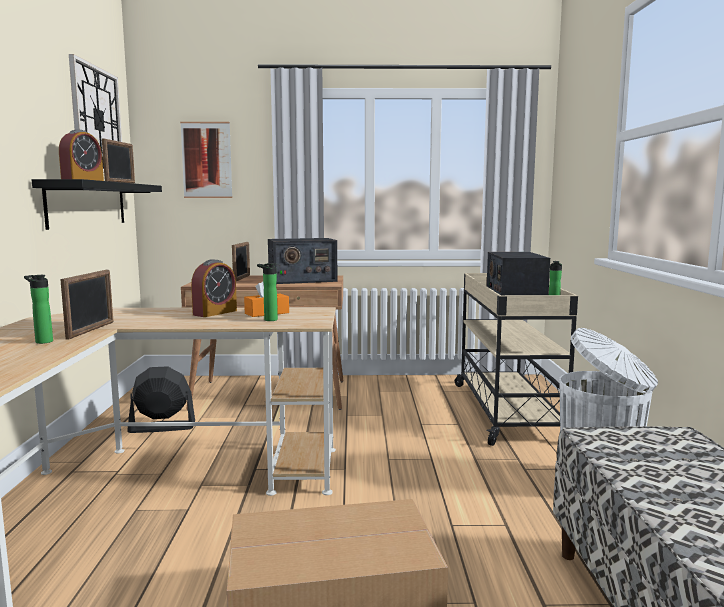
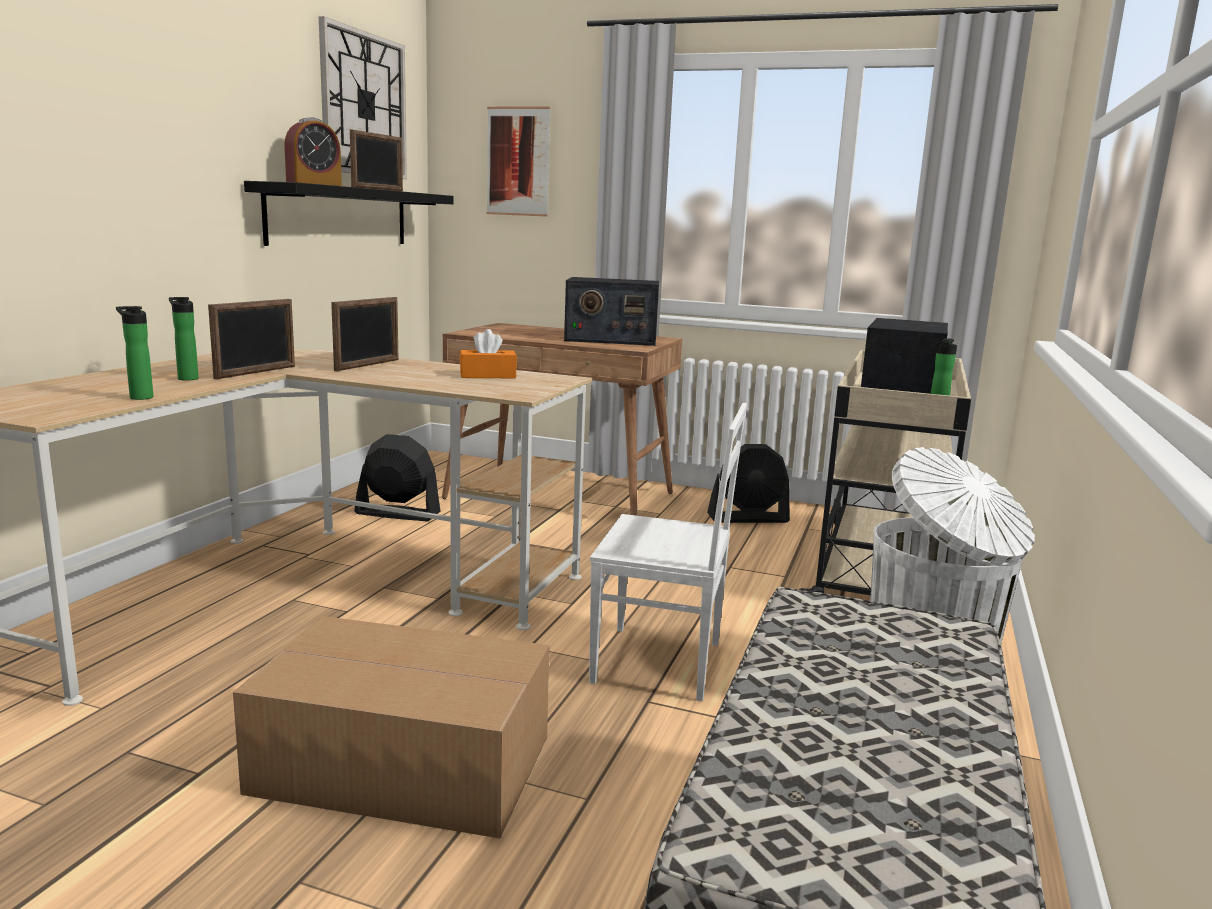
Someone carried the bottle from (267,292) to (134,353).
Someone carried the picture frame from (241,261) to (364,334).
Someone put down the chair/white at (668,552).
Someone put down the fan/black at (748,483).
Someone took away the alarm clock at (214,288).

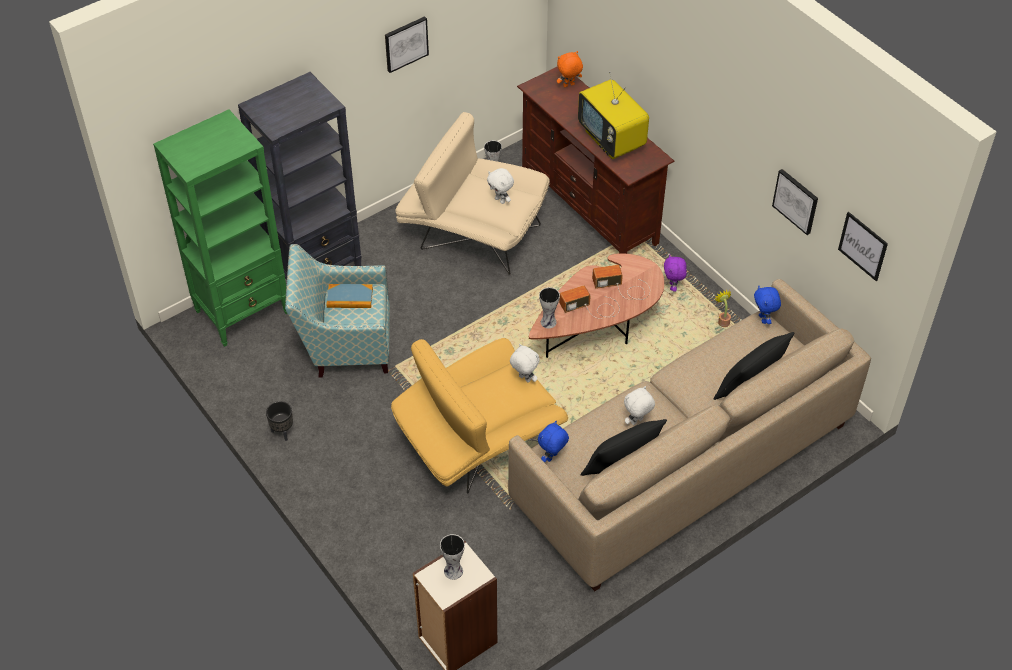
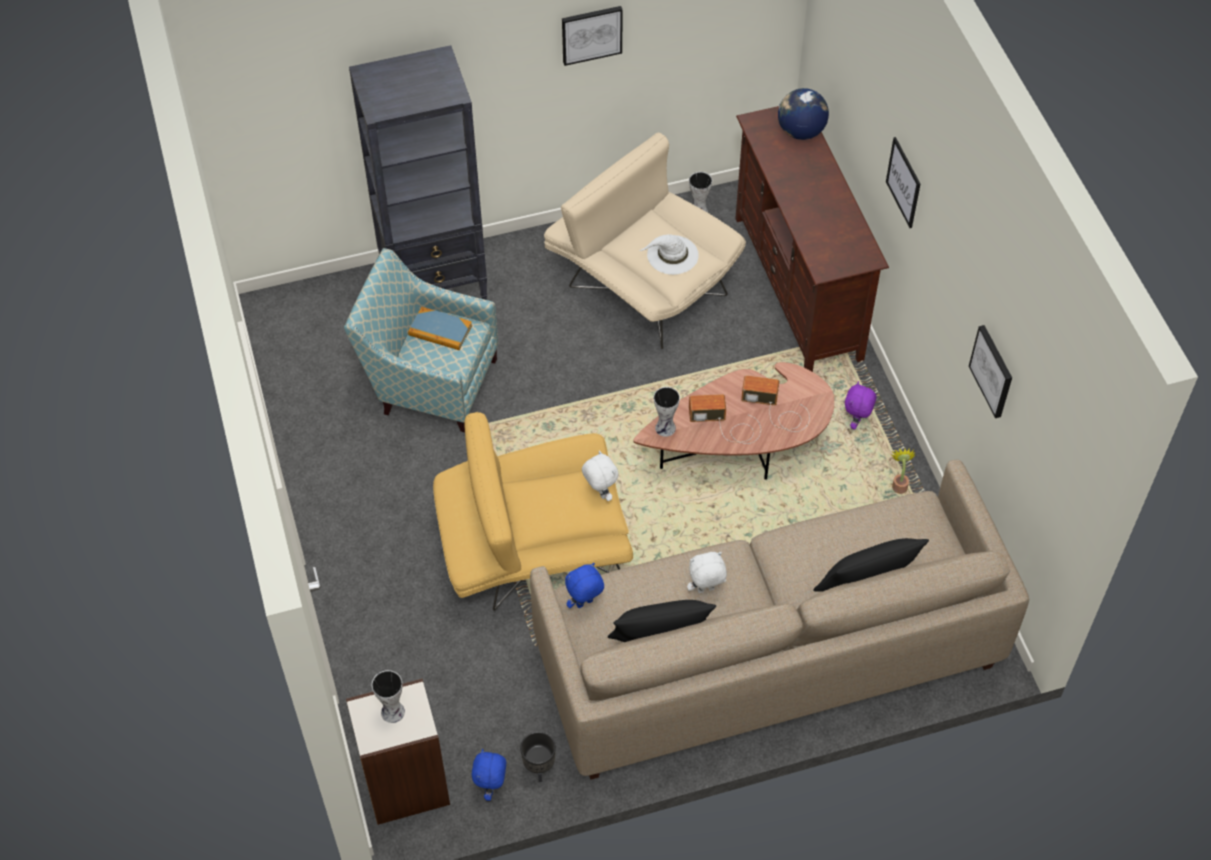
Someone carried the plush toy/blue from (767,305) to (489,775).
Someone carried the planter/black from (279,421) to (538,757).
Someone swapped the plush toy/white at (500,186) for the hat/white at (669,254).
Someone swapped the plush toy/orange at (570,69) for the globe at (803,114).
Someone carried the picture from (863,246) to (903,182).
Someone took away the bookcase/green at (220,228).
Someone took away the television at (613,115).

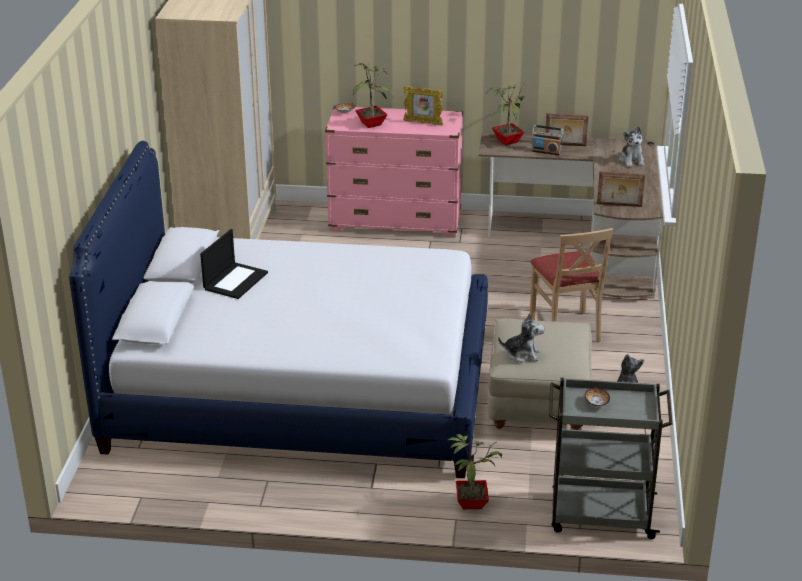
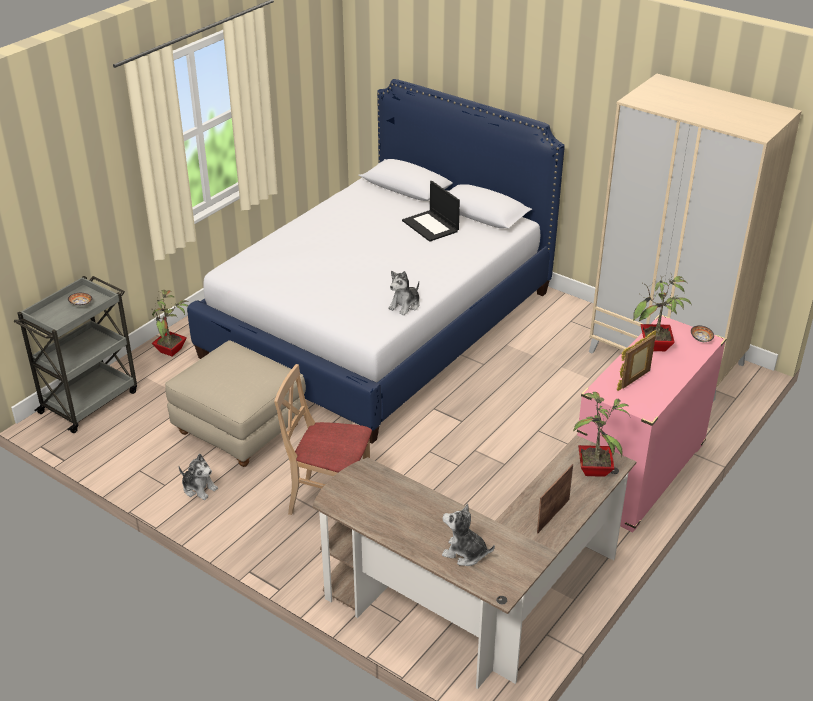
Someone carried the plush toy from (521,338) to (404,293).
Someone took away the radio at (548,140).
Someone took away the picture frame at (621,189).

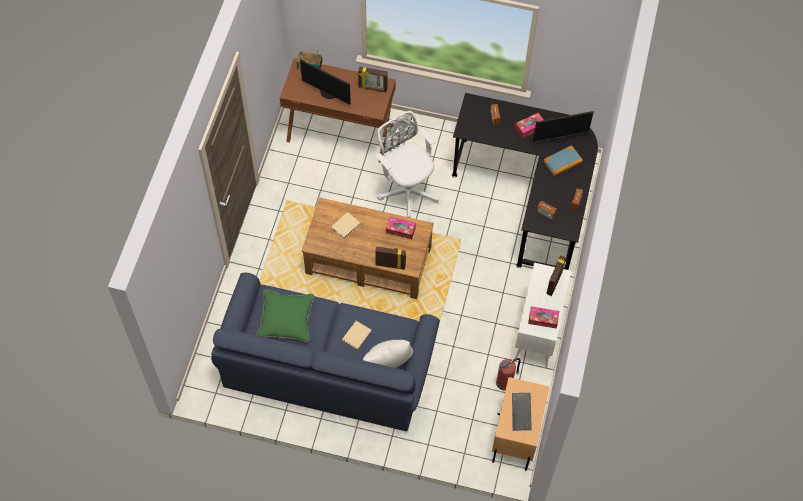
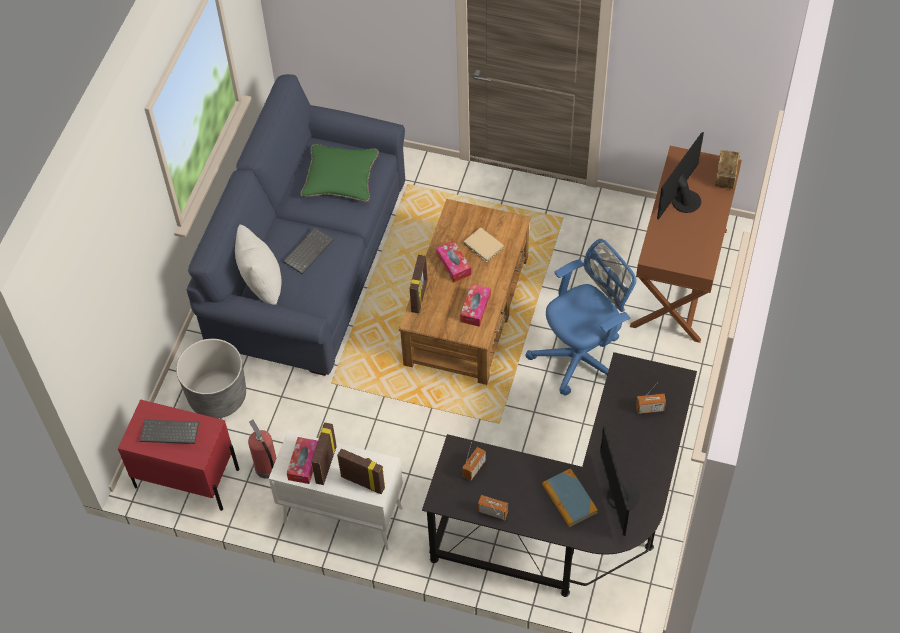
Someone repainted the nightstand/beige at (520,424), which became the nightstand/red at (179,455).
Someone put down the planter/grey at (211,378).
Someone swapped the book/beige at (357,335) for the keyboard at (308,250).
Someone carried the picture frame from (372,79) to (324,453).
Someone carried the tissue box from (529,125) to (453,261).
Someone repainted the office chair/white at (407,164), which became the office chair/blue at (581,317).

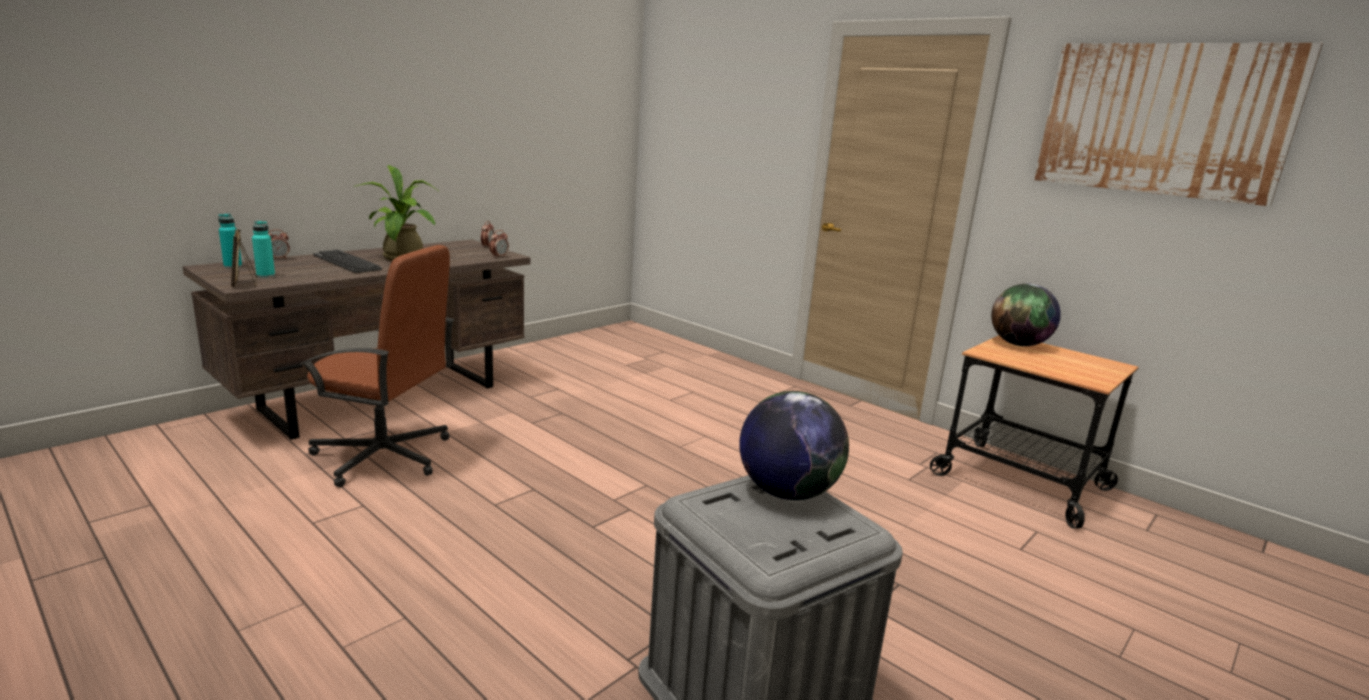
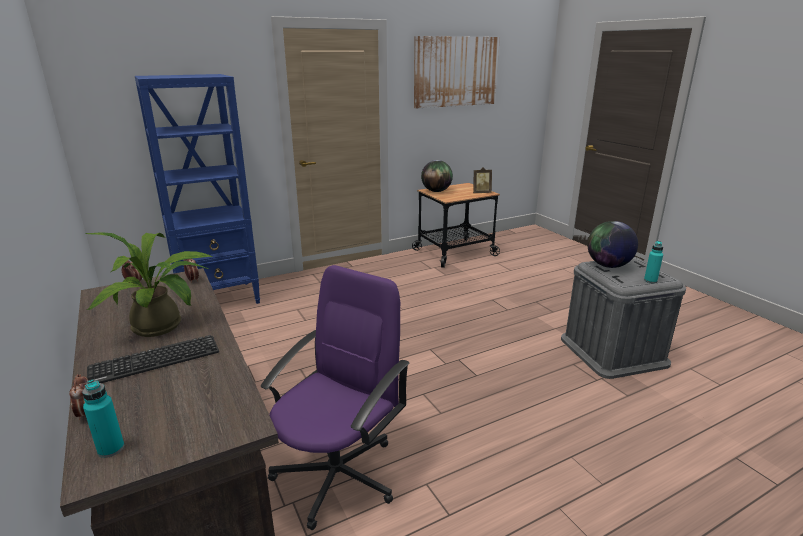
Someone put down the bookcase/blue at (197,189).
Someone repainted the office chair/brown at (377,366), which became the office chair/purple at (335,397).
Someone carried the picture frame from (244,257) to (482,180).
Someone carried the bottle/turquoise from (263,249) to (653,262).

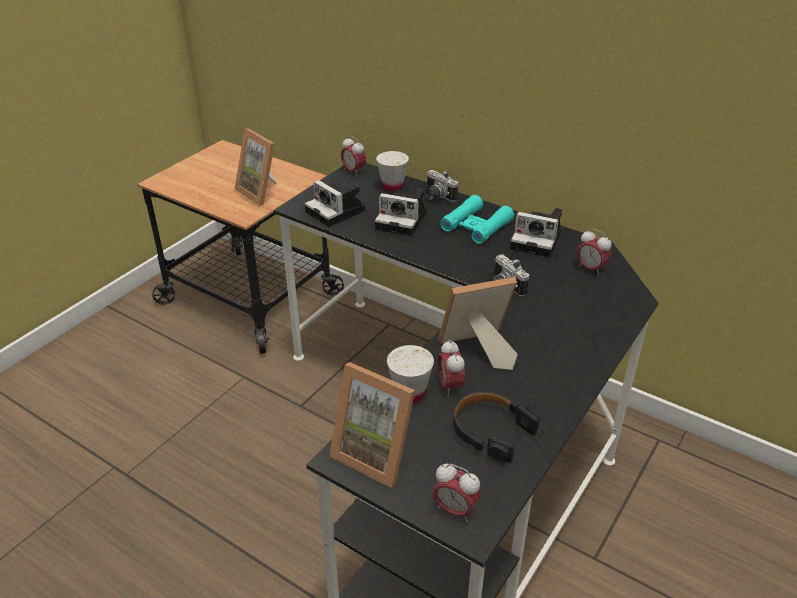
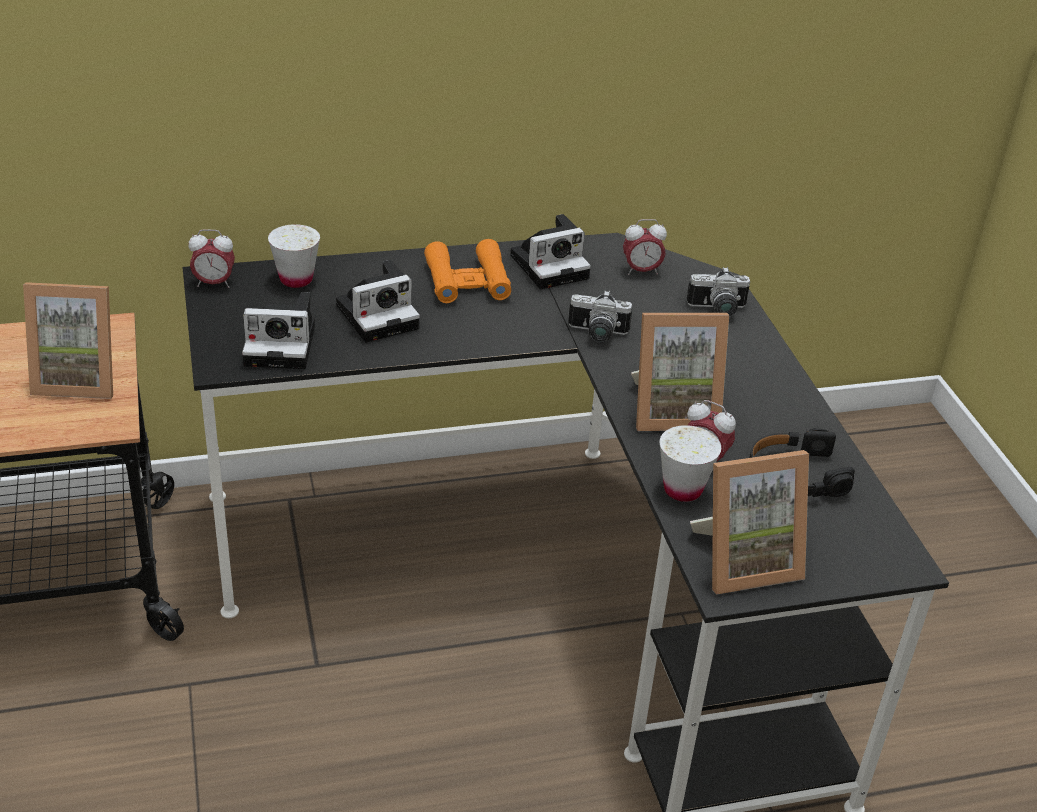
Someone repainted the binoculars/turquoise at (477,219), which became the binoculars/orange at (467,271).
Someone rotated the picture frame at (477,323) by 120 degrees counterclockwise.
Someone carried the photo camera from (442,186) to (718,292).
Someone took away the alarm clock at (457,493).

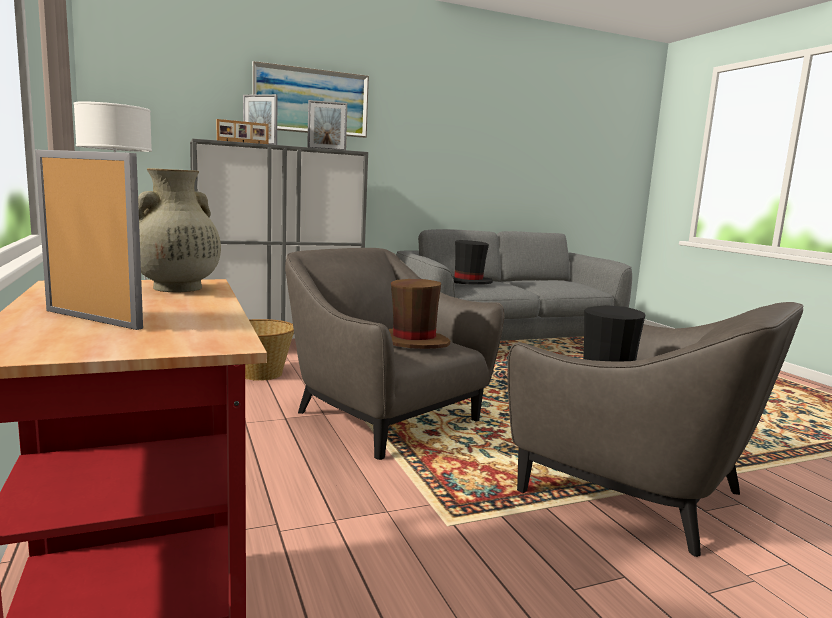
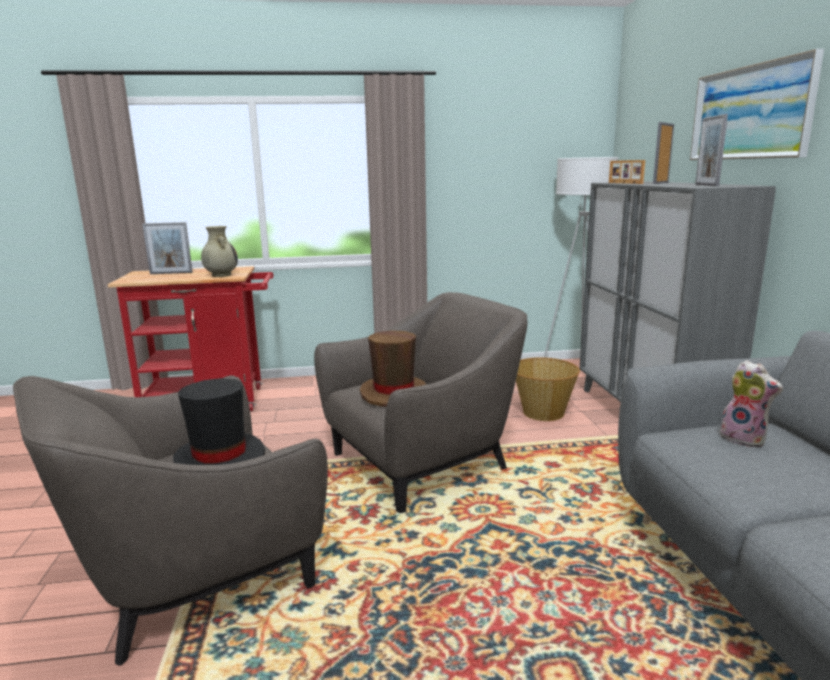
Someone rotated the picture frame at (89,240) by 45 degrees clockwise.
Someone swapped the hat/black at (473,262) for the plush toy at (751,403).

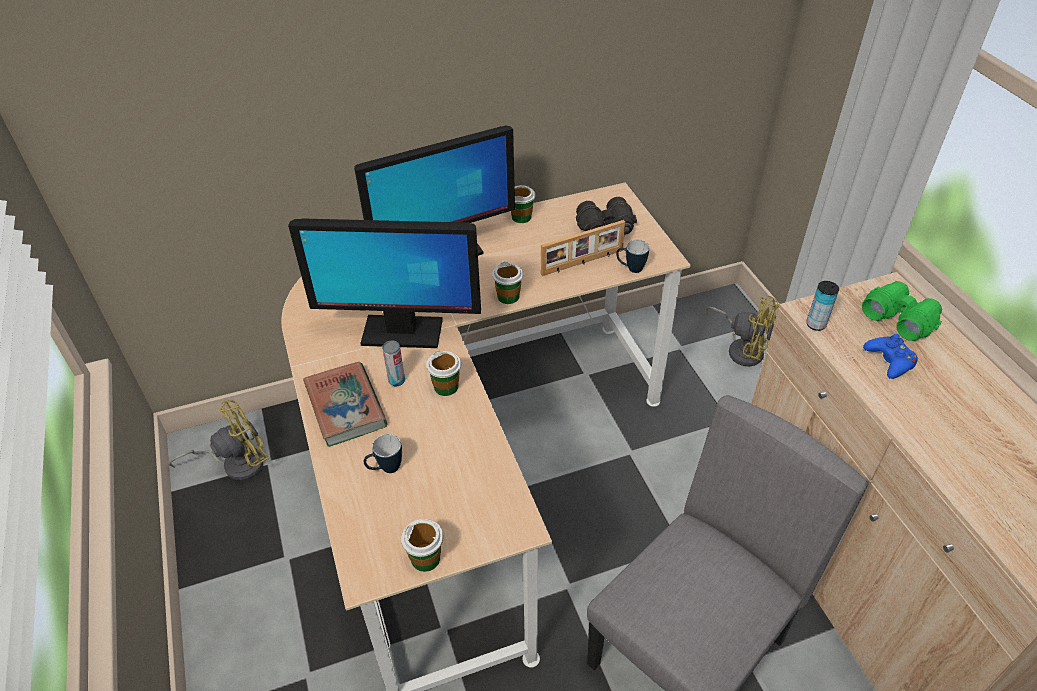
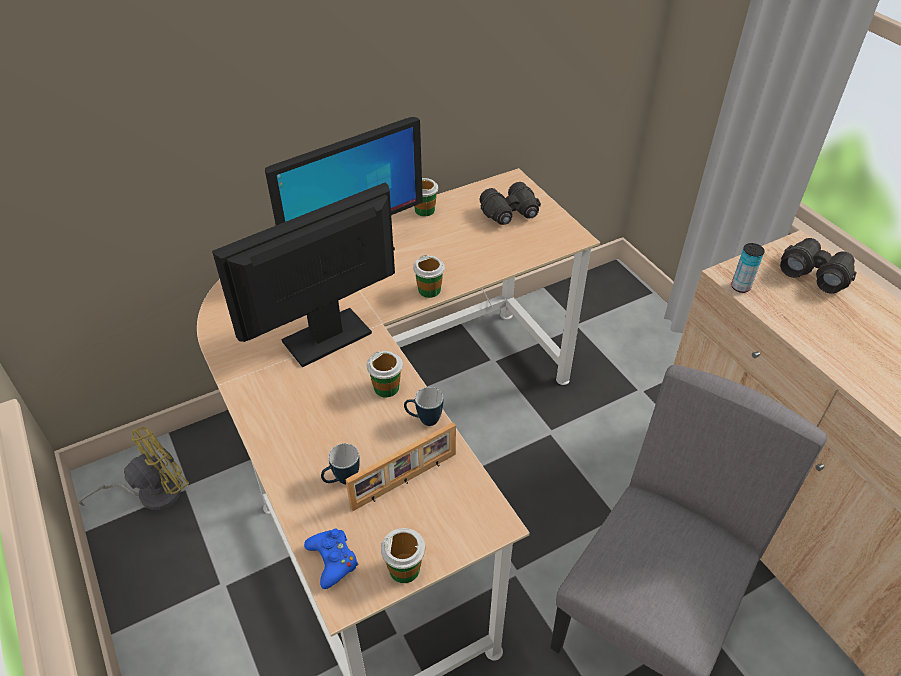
Someone rotated the monitor at (384,283) by 150 degrees clockwise.
Someone carried the game controller/blue from (890,356) to (331,559).
Someone carried the picture frame from (583,248) to (400,466).
Someone carried the mug from (632,256) to (423,406).
Someone repainted the binoculars/green at (902,311), which became the binoculars/black at (818,265).
Someone took away the book at (345,404).
Someone took away the can at (393,363).
Someone took away the fan/yellow at (742,331).

